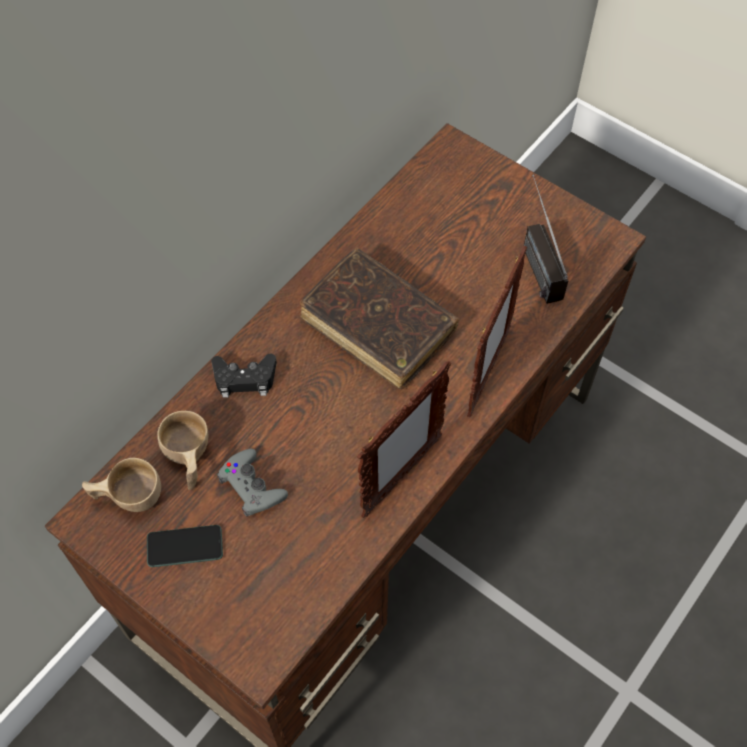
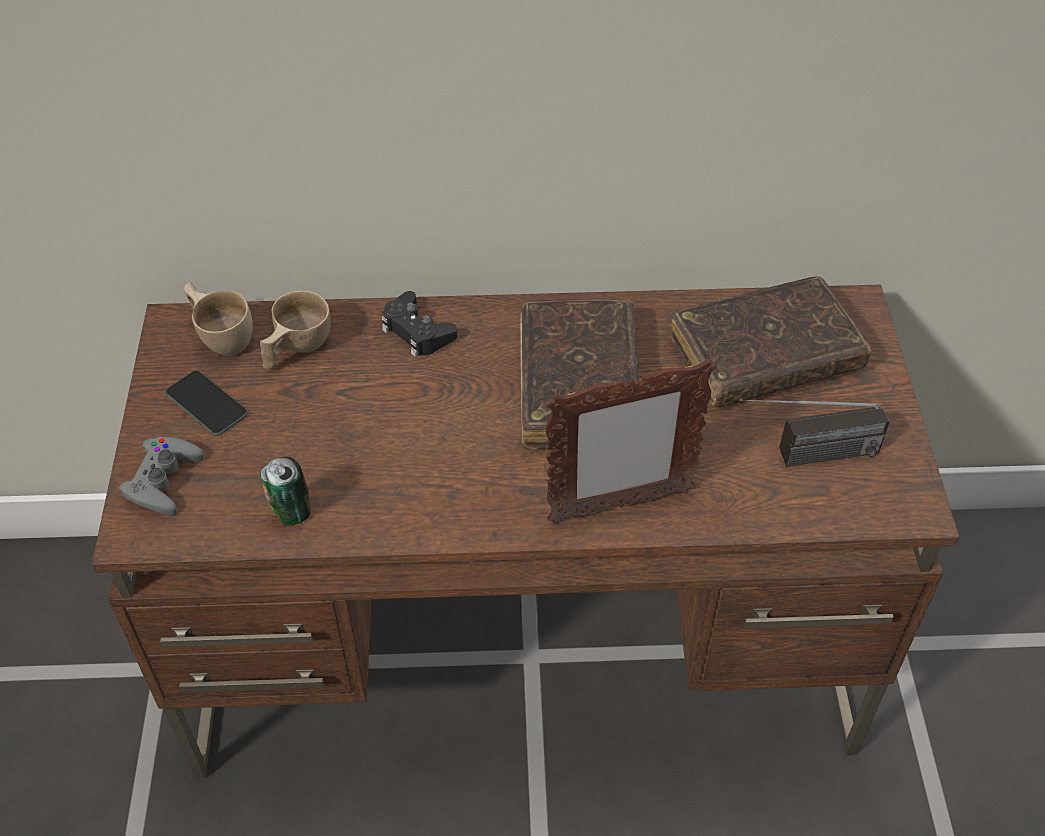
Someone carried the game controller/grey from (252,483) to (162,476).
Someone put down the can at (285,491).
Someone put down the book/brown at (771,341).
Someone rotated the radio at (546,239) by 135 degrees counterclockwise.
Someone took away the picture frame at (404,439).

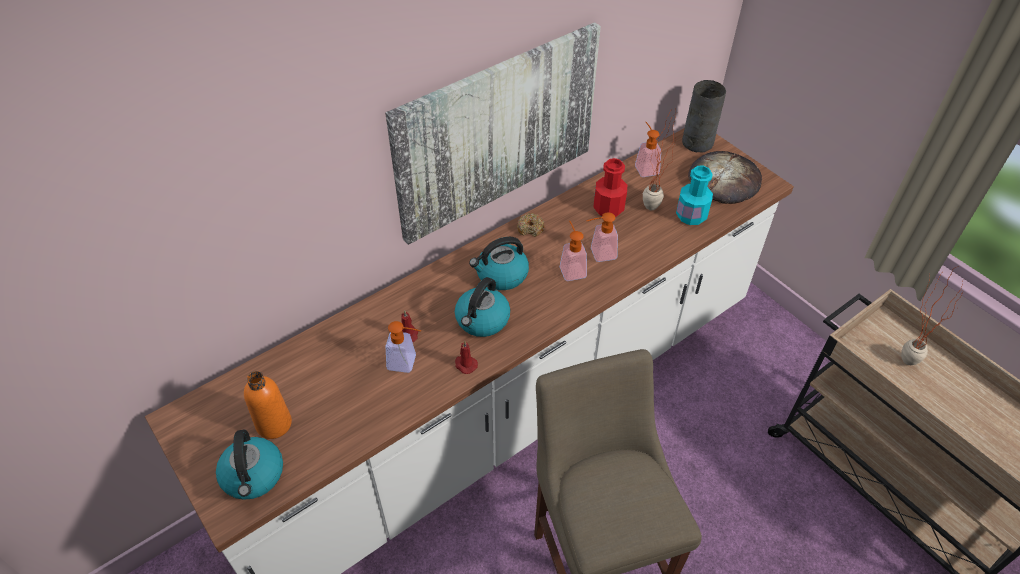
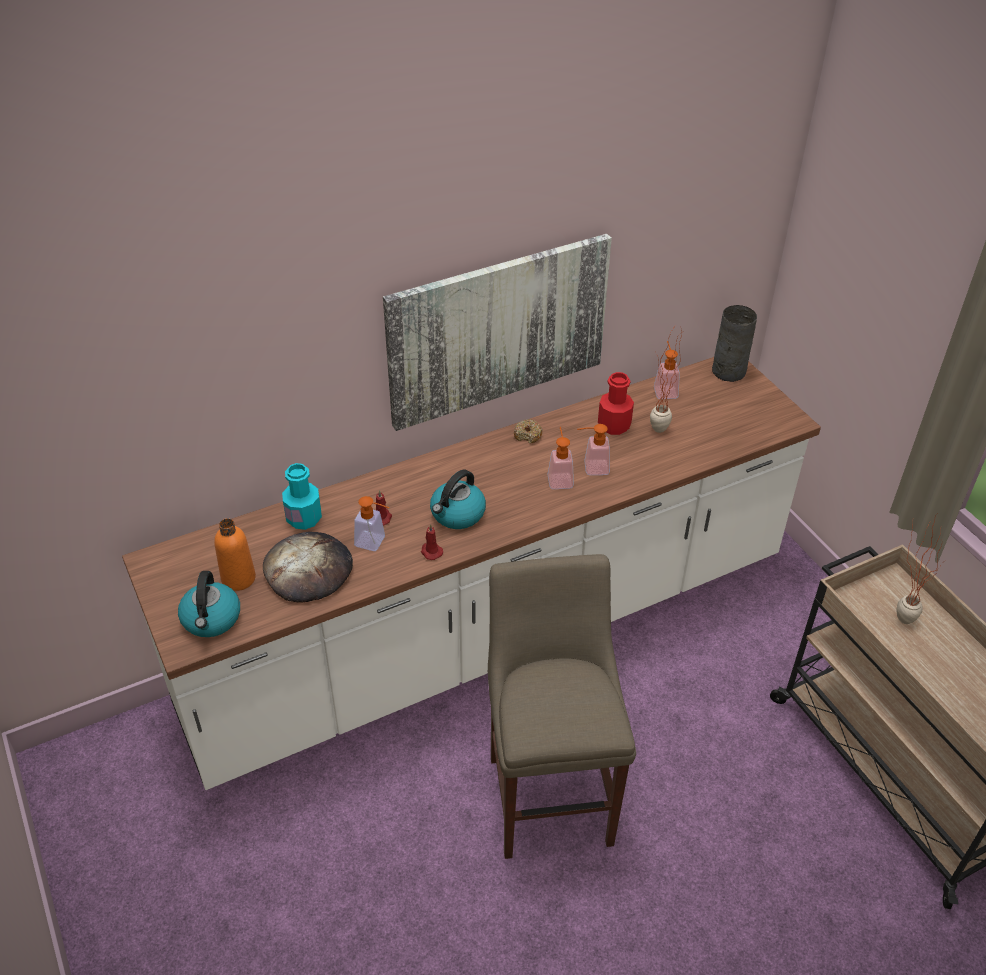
Someone carried the bread from (725,177) to (308,567).
Someone carried the bottle/turquoise from (694,195) to (302,496).
Someone took away the kettle at (499,263).

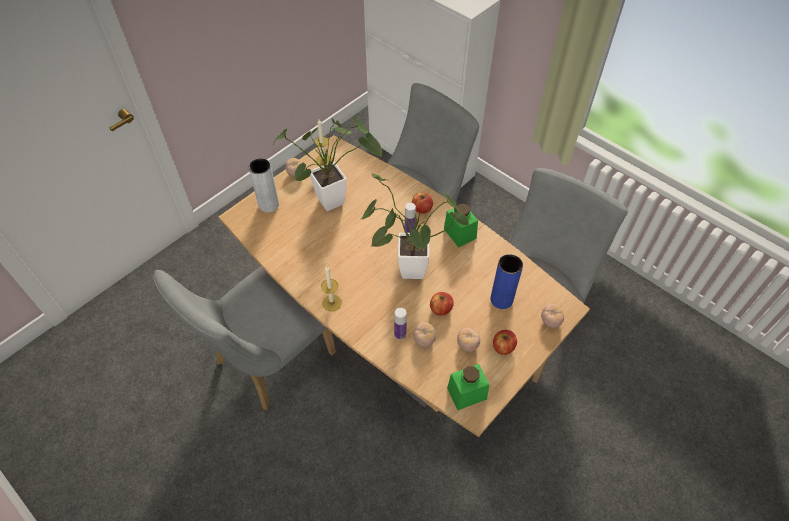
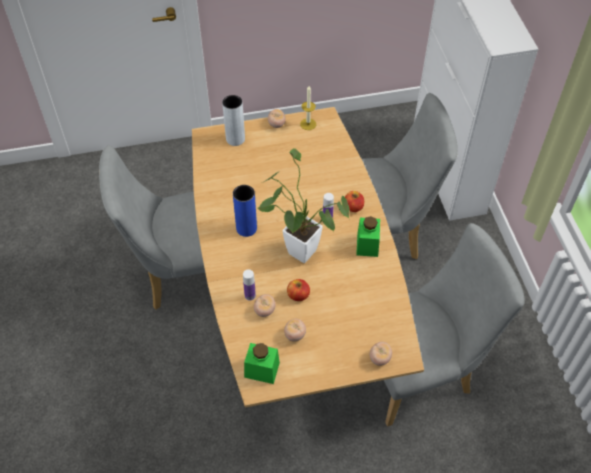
Someone carried the vase/blue from (507,281) to (245,211).
Someone took away the potted plant at (327,164).
Someone took away the candle at (331,288).
Someone took away the apple at (505,342).

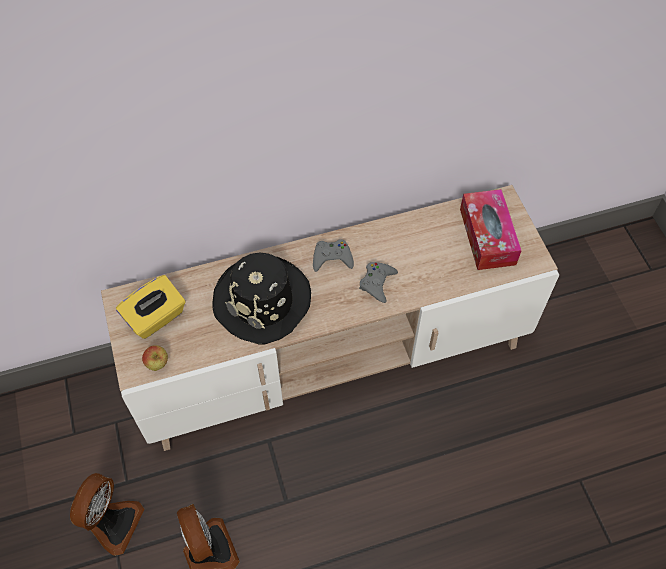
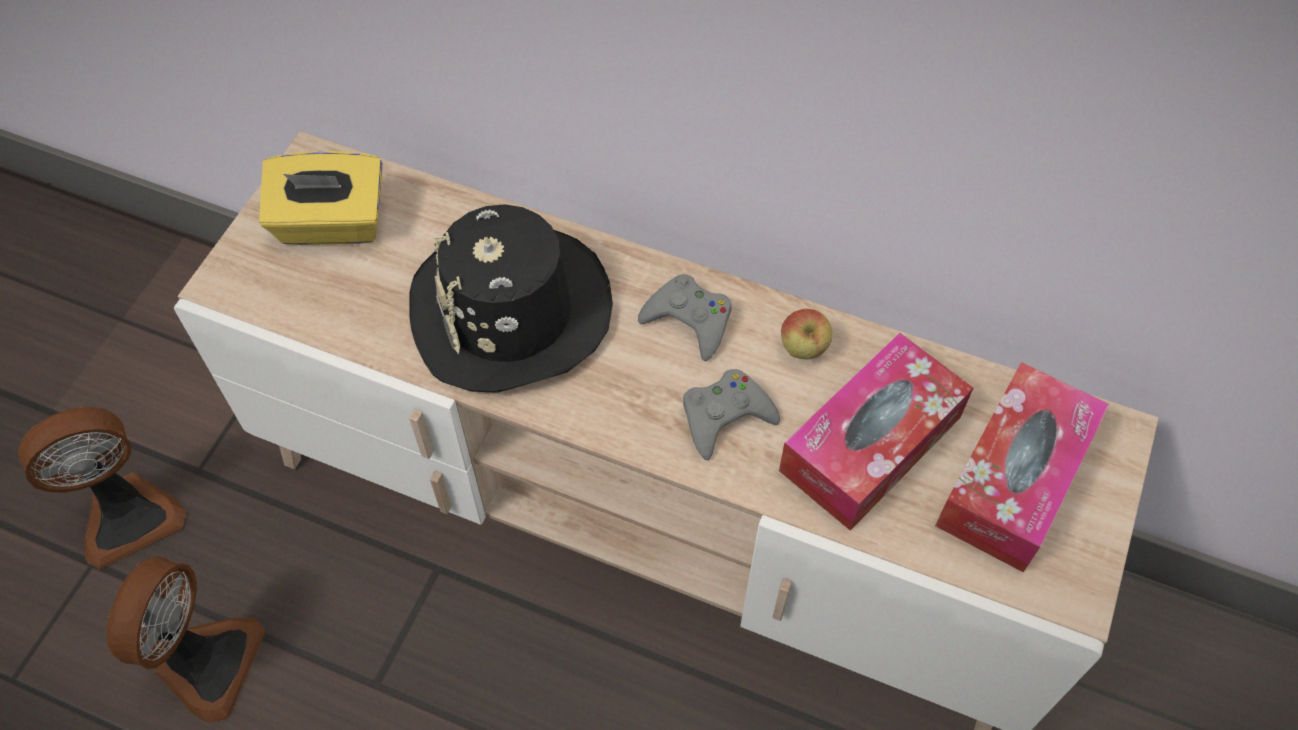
Someone put down the tissue box at (876,431).
Someone carried the apple from (155,358) to (806,334).

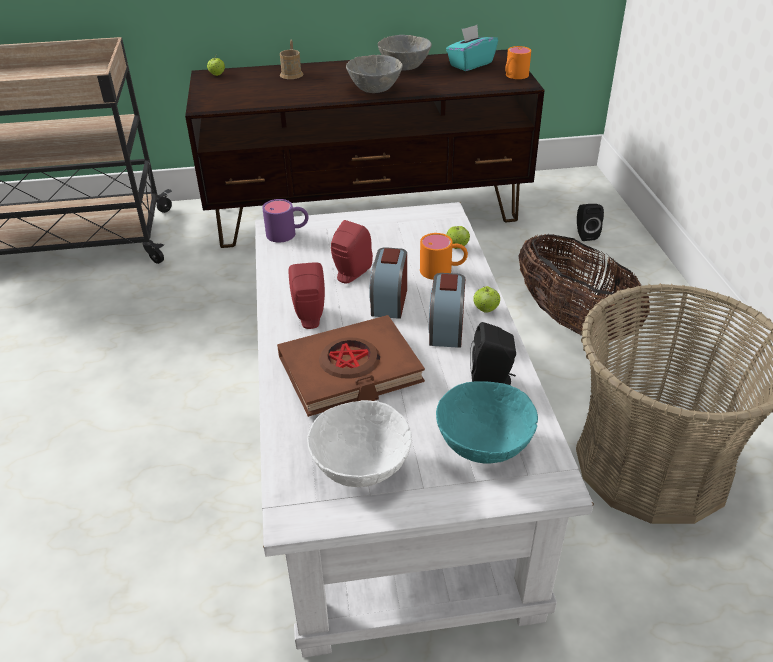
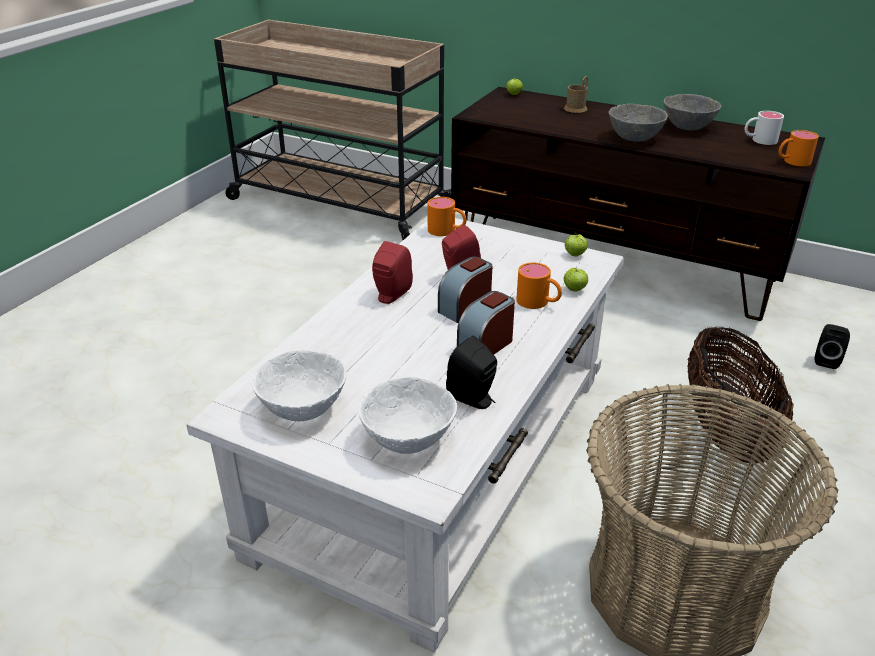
Someone repainted the bowl/turquoise at (487,422), which became the bowl/white at (407,415).
Someone repainted the mug/purple at (285,220), which became the mug/orange at (447,216).
Someone carried the apple from (486,299) to (576,244).
Someone swapped the tissue box/turquoise at (472,48) for the mug/white at (764,128).
Someone took away the book/brown at (351,366).

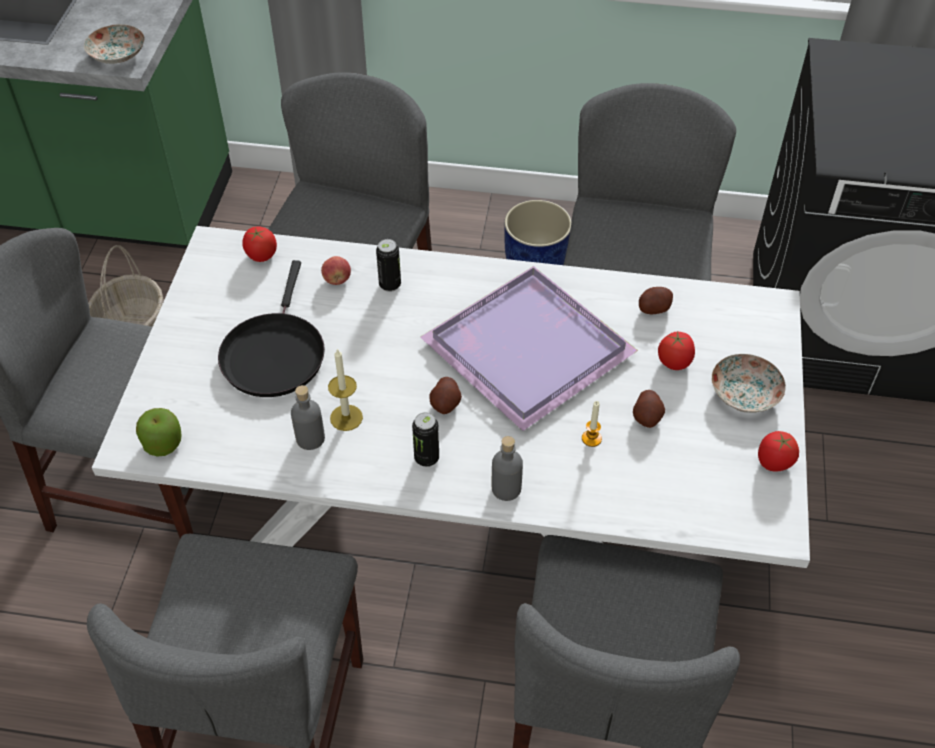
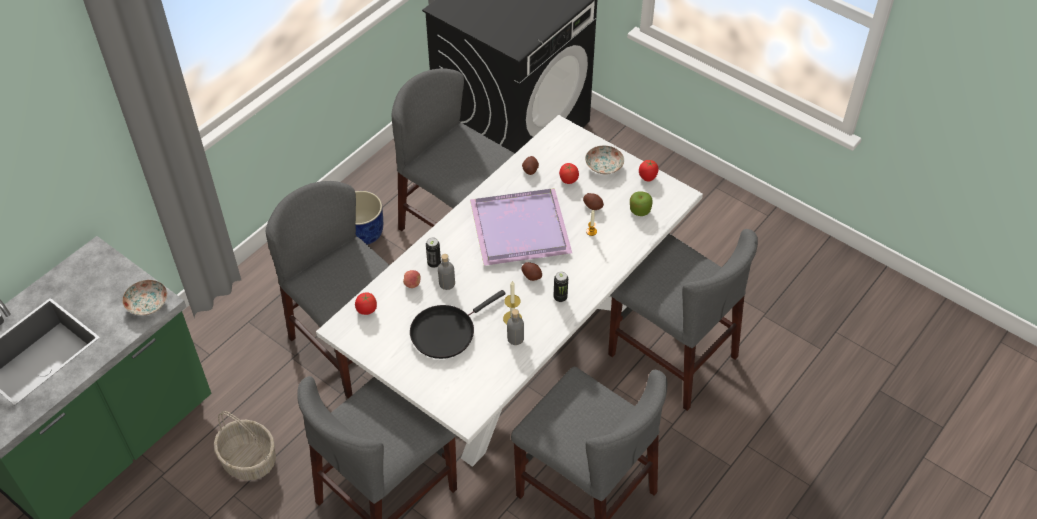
Someone rotated the frying pan/black at (271,328) by 105 degrees clockwise.
Someone carried the bottle/grey from (507,468) to (446,272).
Someone carried the apple from (158,432) to (641,203).

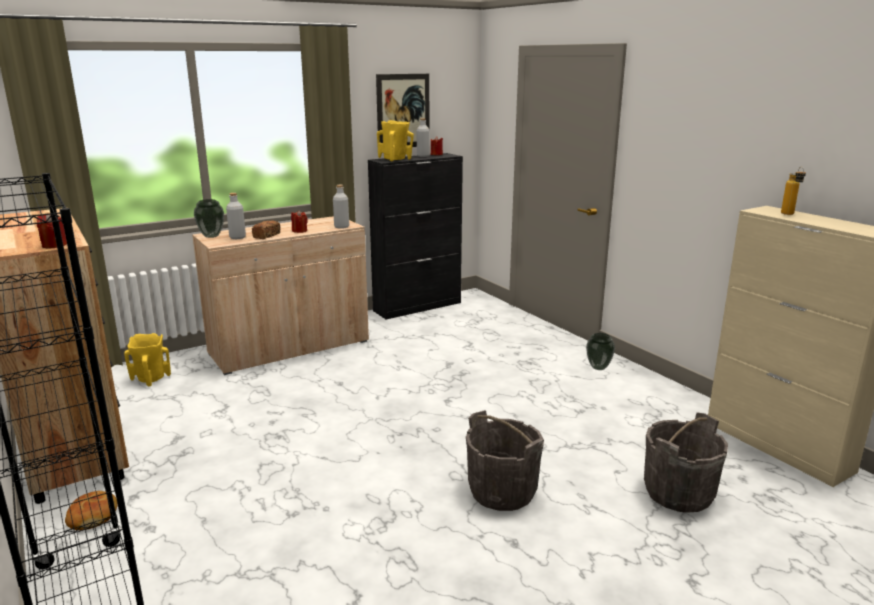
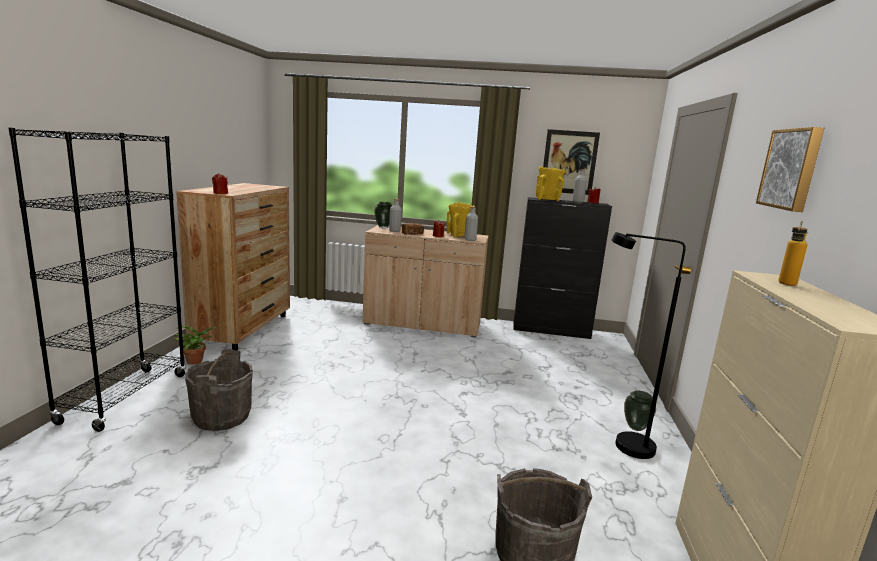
Someone swapped the bread at (91,510) for the potted plant at (195,345).
Someone carried the bucket/grey from (505,460) to (219,390).
Someone carried the vase/yellow from (147,359) to (460,220).
Someone put down the floor lamp/black at (649,345).
Someone put up the picture at (790,169).

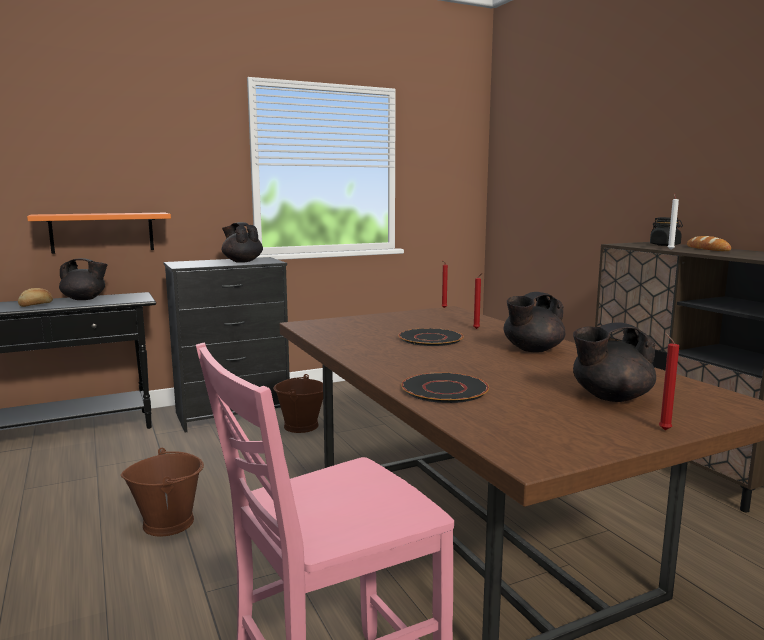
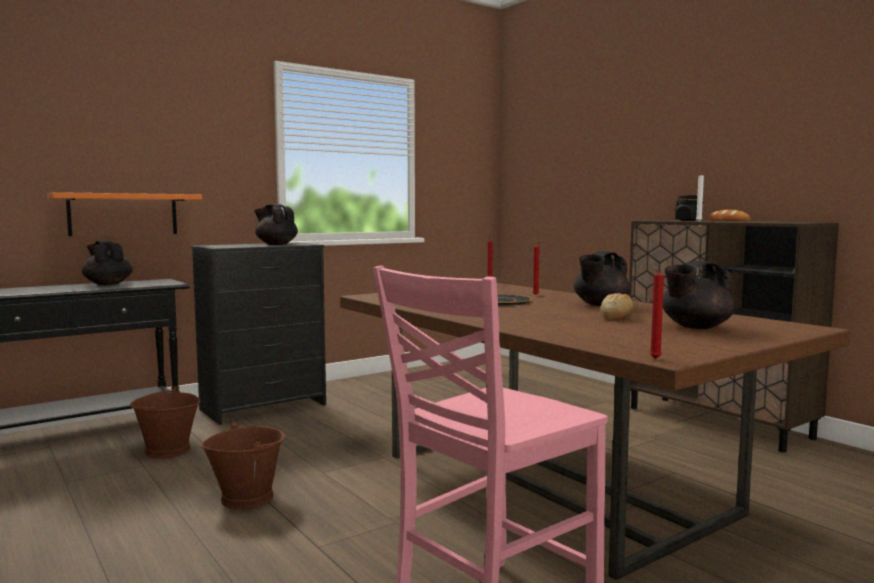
Someone rotated the teapot/black at (83,279) by 120 degrees counterclockwise.
Someone carried the bucket/brown from (298,403) to (165,422).
Someone carried the bread from (35,297) to (617,306).
Someone carried the candle/red from (669,381) to (656,311).
Someone took away the plate/black at (445,387).

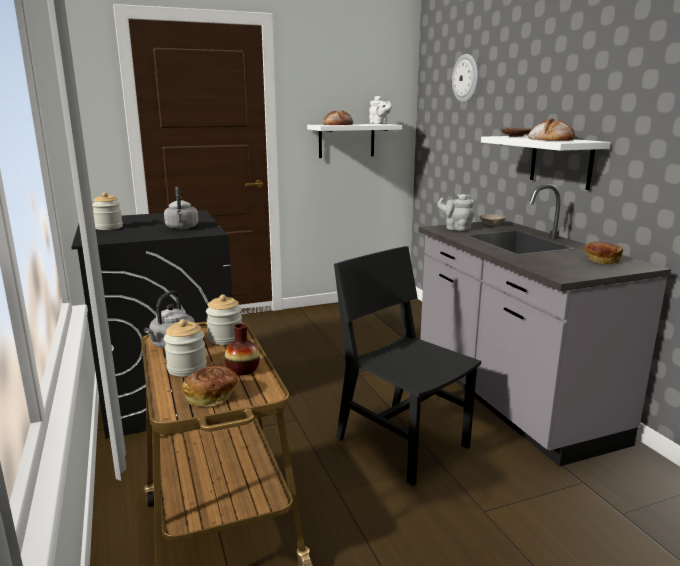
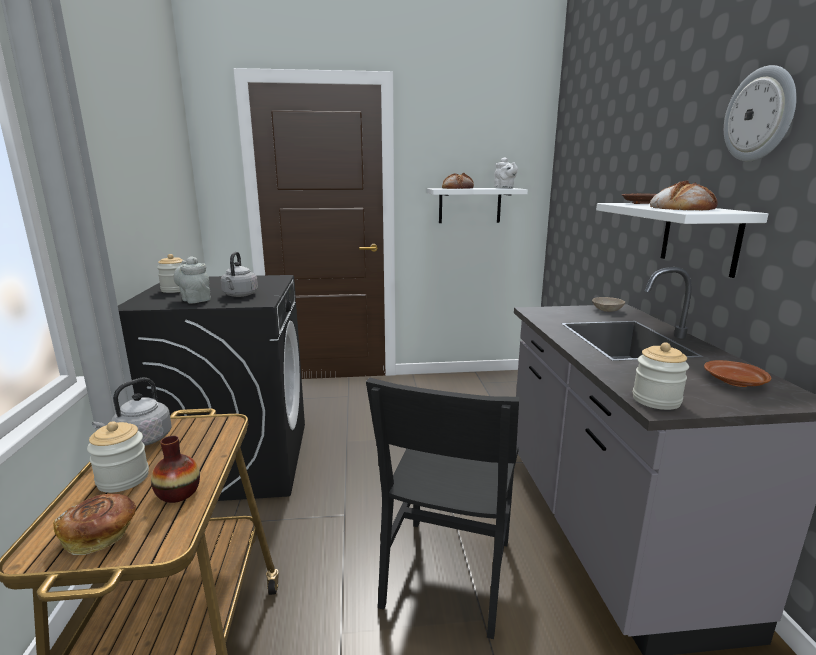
Someone carried the teapot/grey from (455,212) to (192,280).
Someone rotated the chair/black at (407,366) by 135 degrees counterclockwise.
Someone carried the jar from (224,319) to (661,376).
Someone swapped the bread at (603,252) for the plate/brown at (738,373).
Someone carried the wall clock from (465,78) to (760,113).

